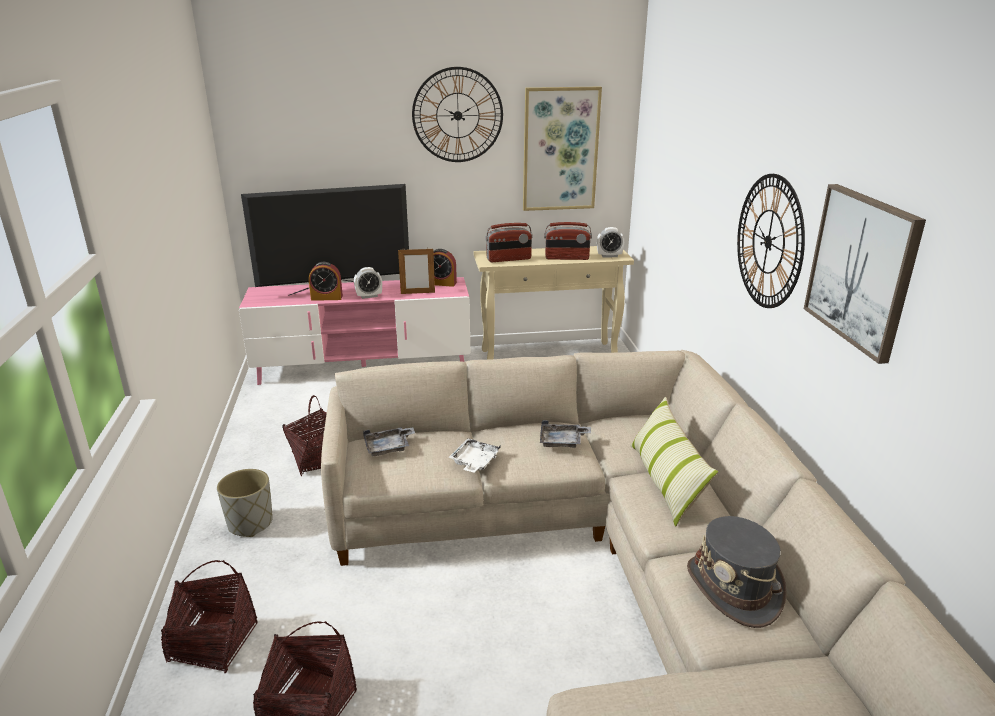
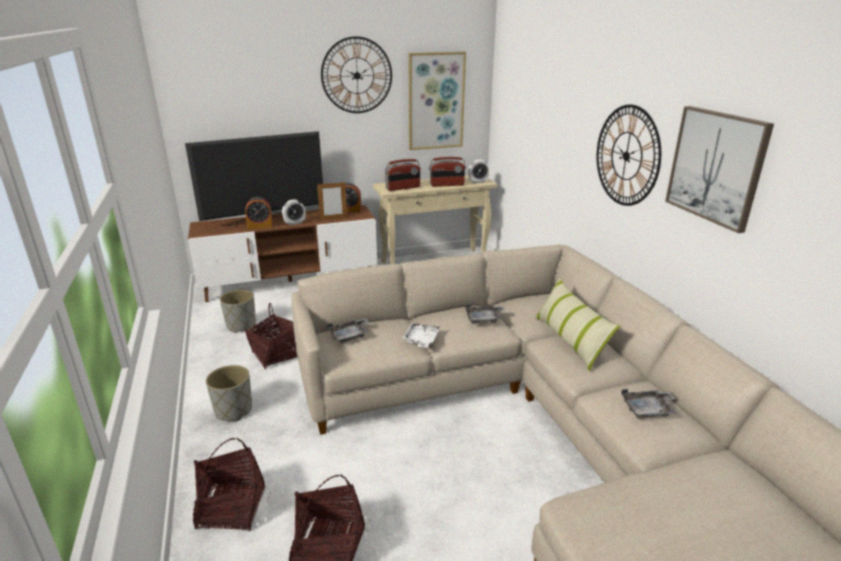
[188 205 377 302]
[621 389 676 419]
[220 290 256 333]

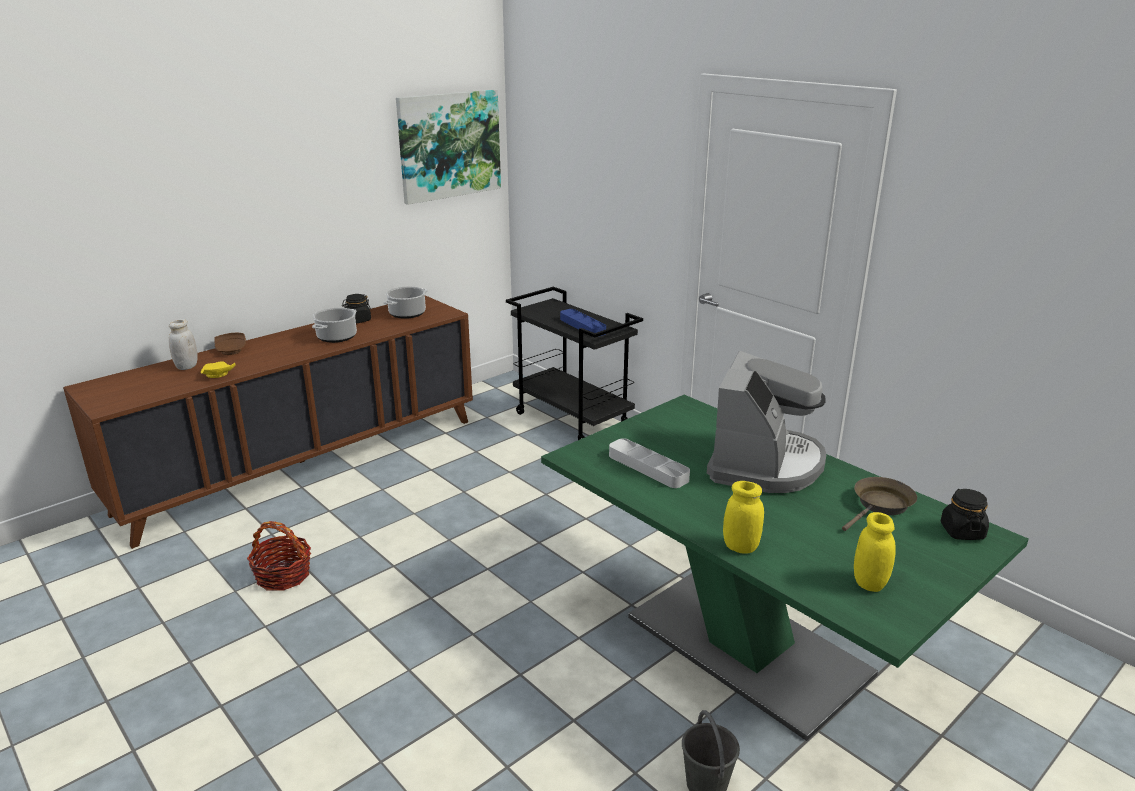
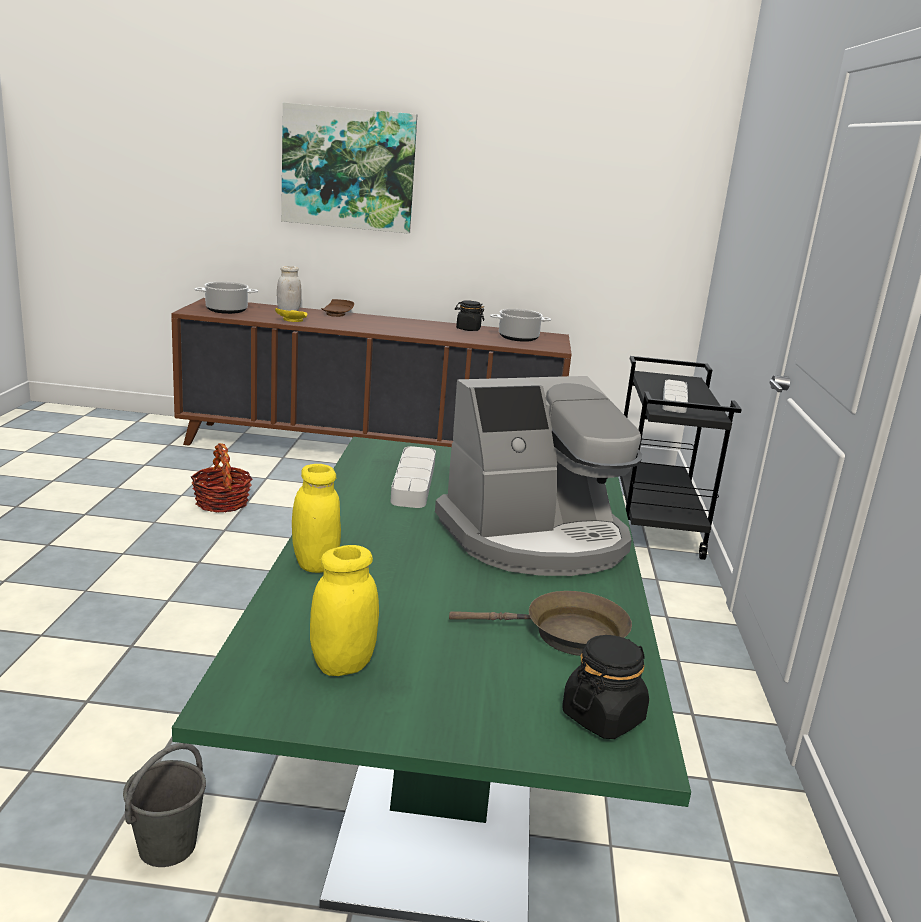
[281 102 417 234]
[194 282 258 314]
[663 380 688 413]

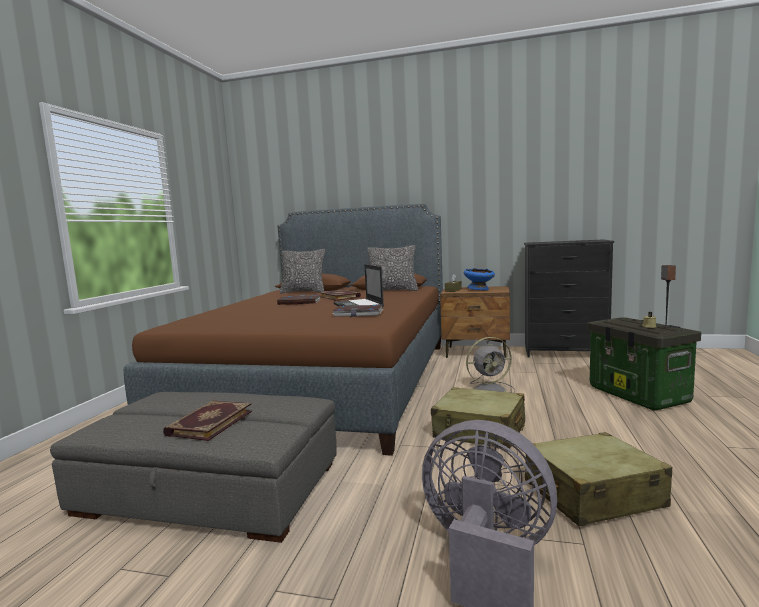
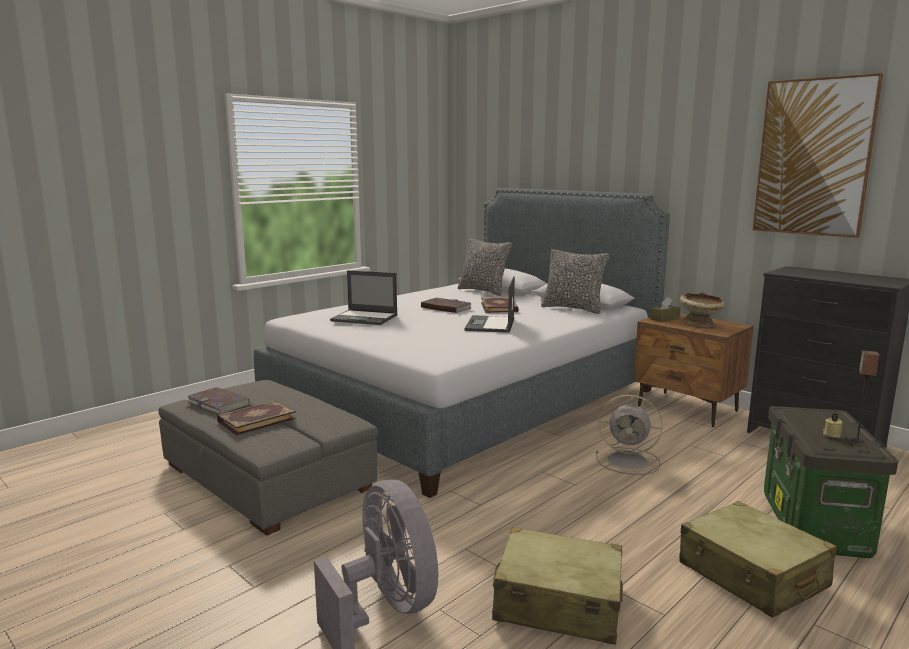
[254 188 670 498]
[680 292 725 327]
[186 387 249 415]
[679 501 836 618]
[752 73 883 238]
[330 270 398 325]

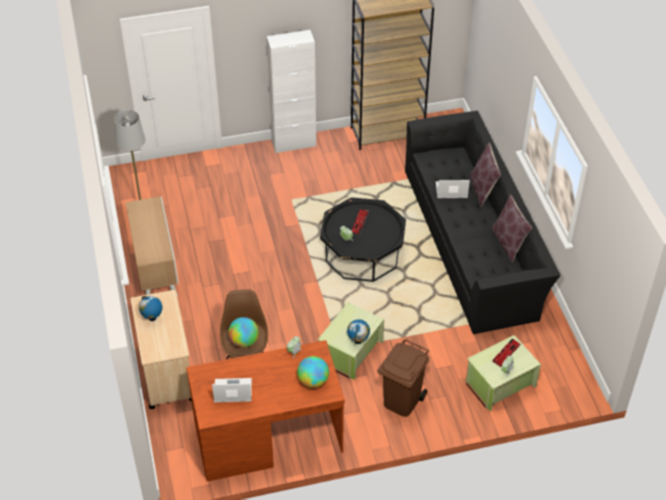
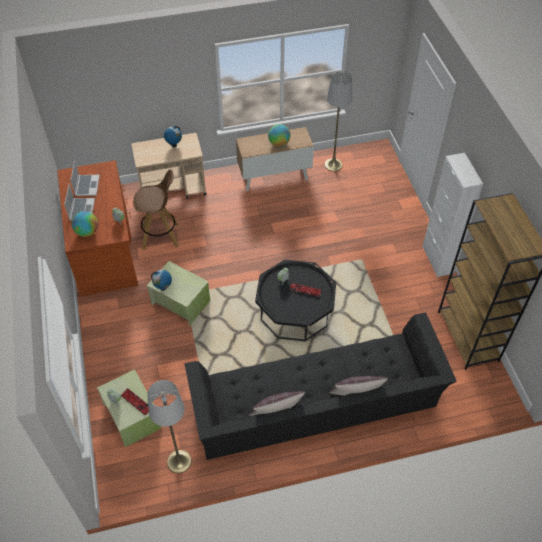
[64 183 95 220]
[268 124 290 147]
[377 339 429 417] (first image)
[147 380 192 473]

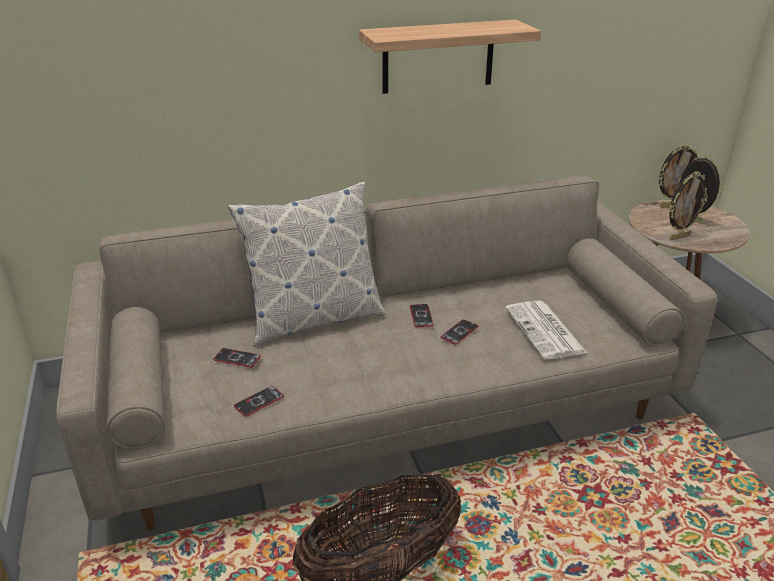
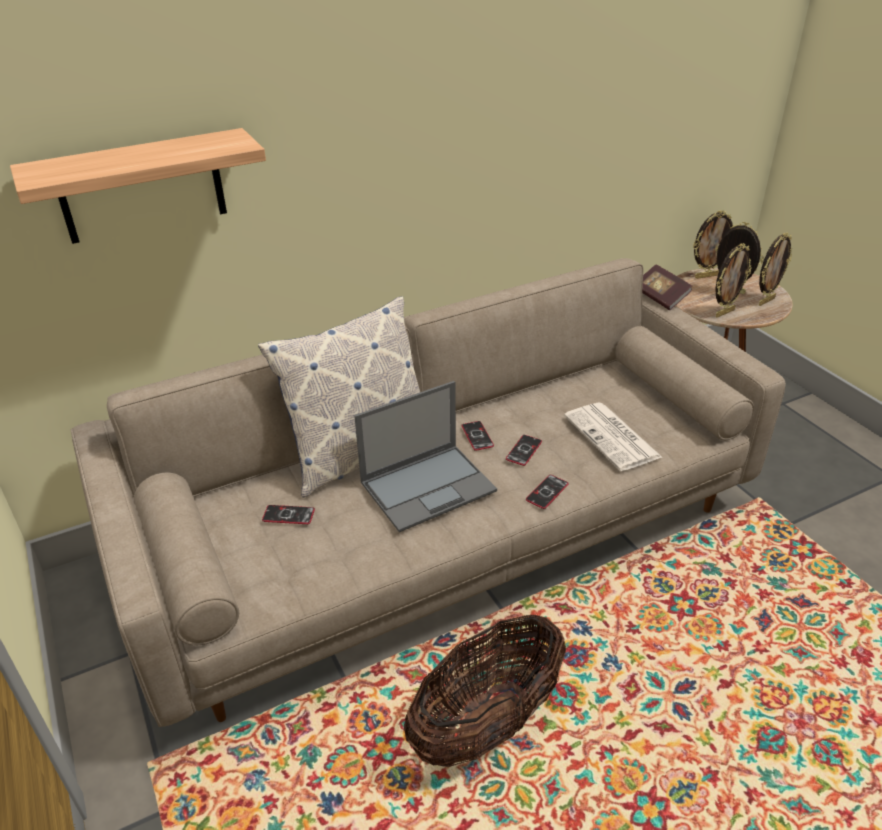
[10 128 266 244]
[526 475 569 509]
[759 233 792 306]
[642 265 693 310]
[354 381 497 532]

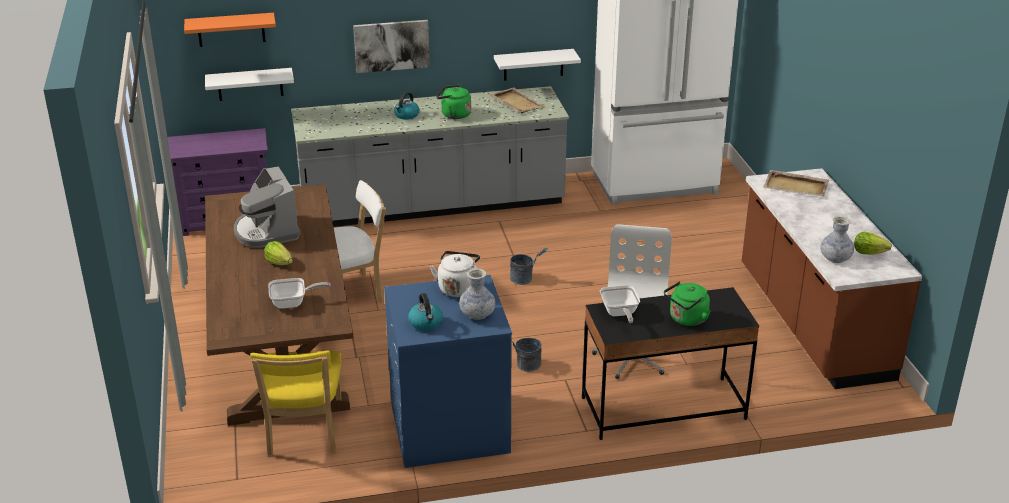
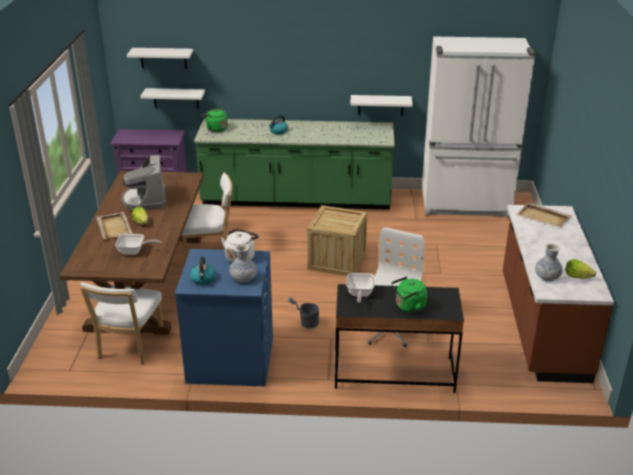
[127 48 193 69]
[353 20 430 73] (first image)
[201 108 228 132]
[194 119 395 210]
[96 212 133 239]
[307 205 368 276]
[80 282 163 364]

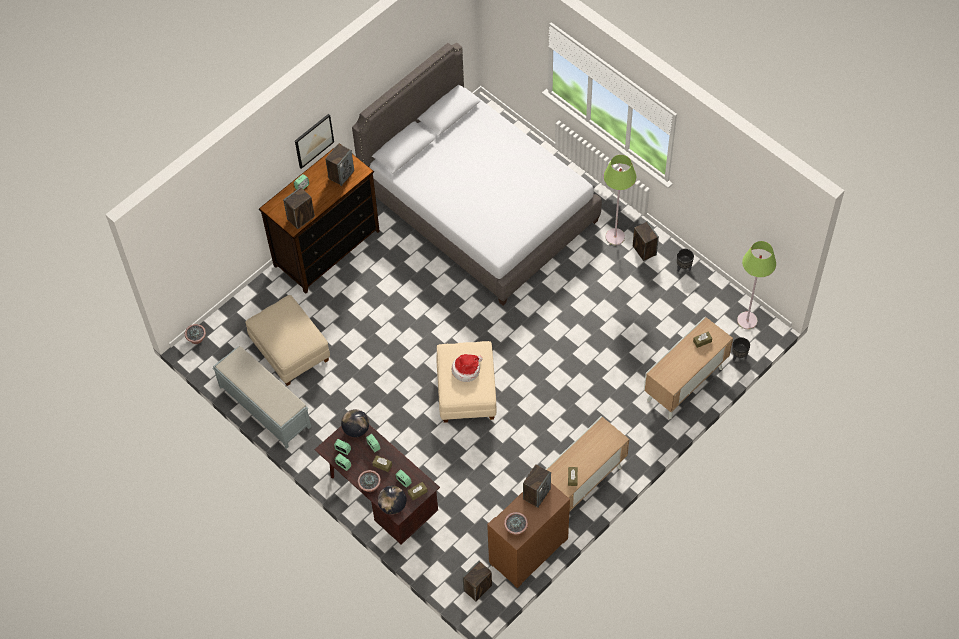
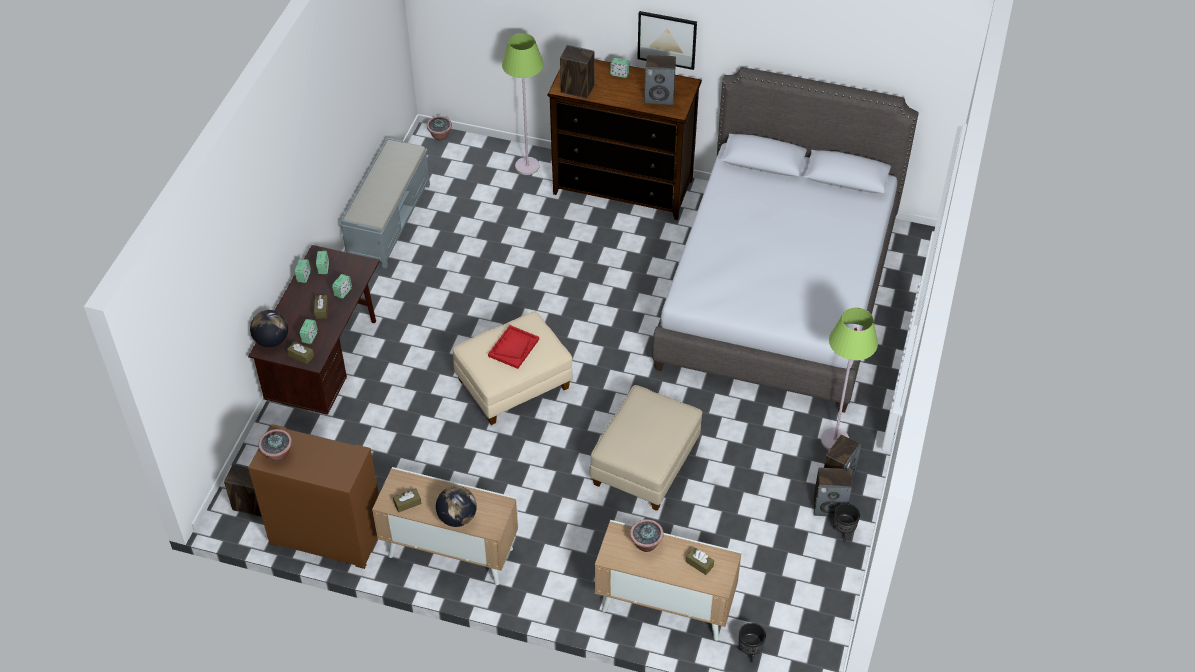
[502 33 544 175]
[589 385 702 511]
[488 325 539 369]
[436 486 477 527]
[813 468 852 517]
[630 519 664 552]

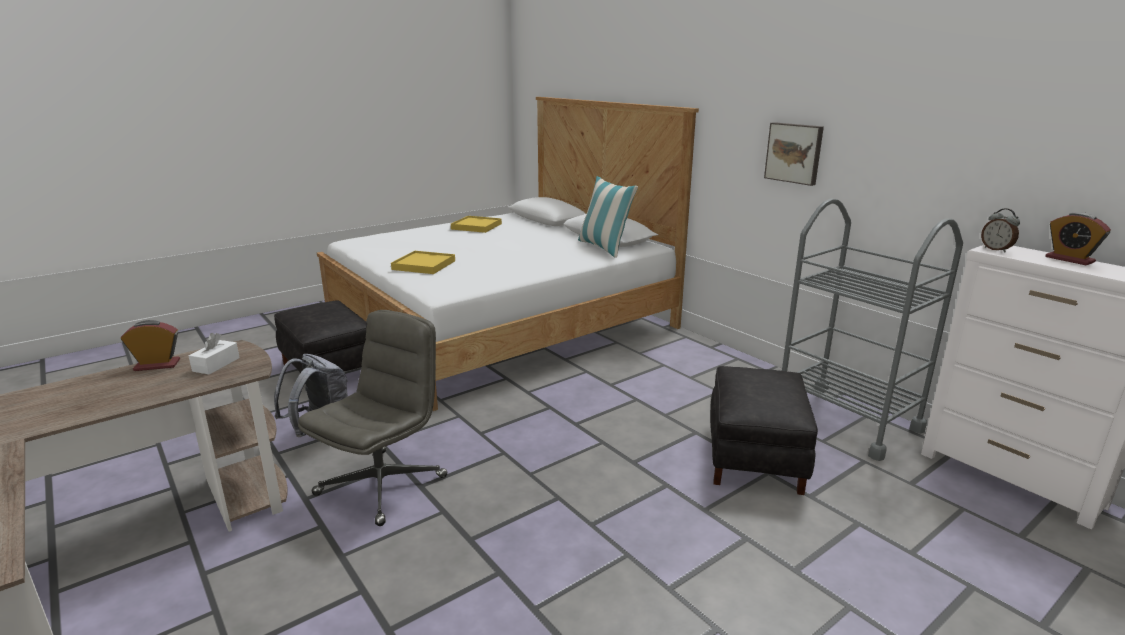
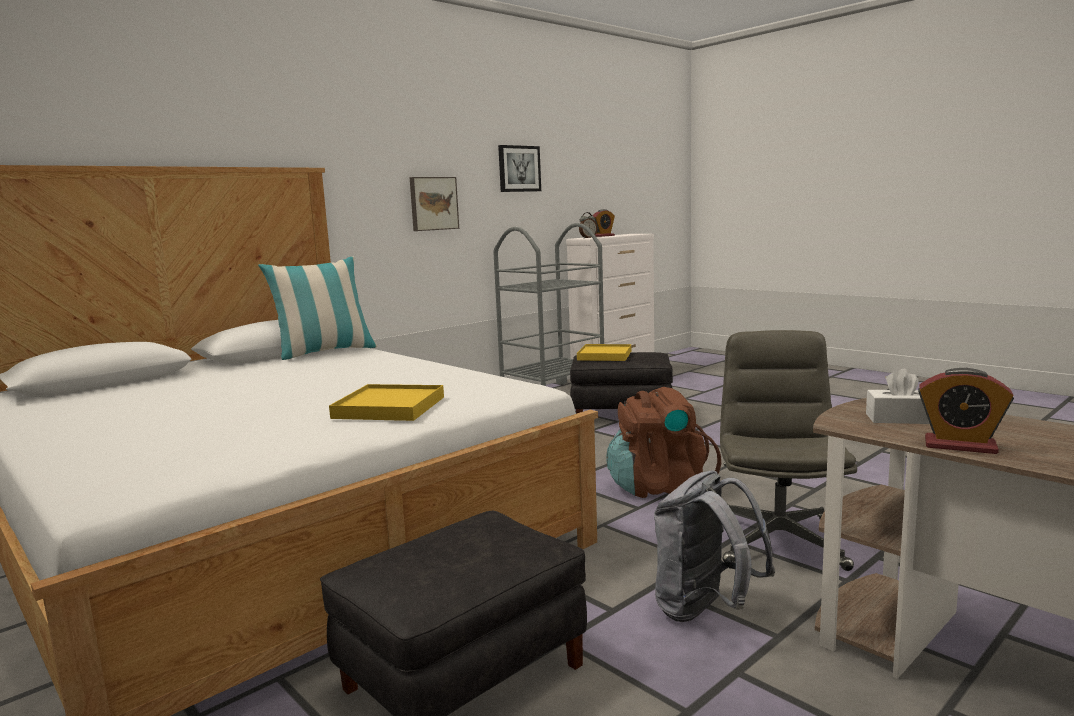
[577 344 631 361]
[720 330 857 571]
[918 368 1014 454]
[498 145 541 192]
[606 387 721 498]

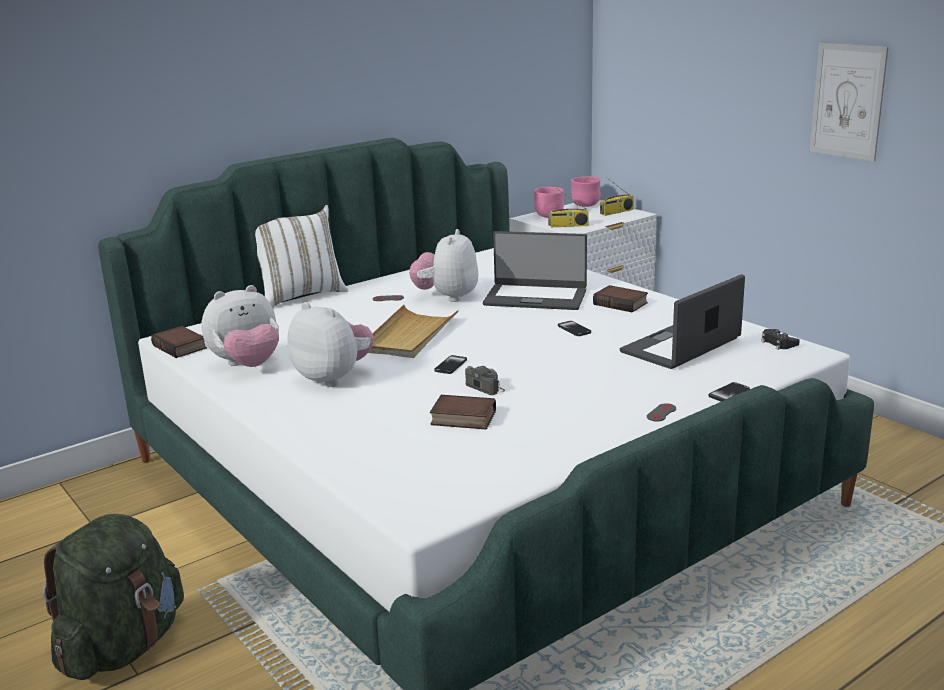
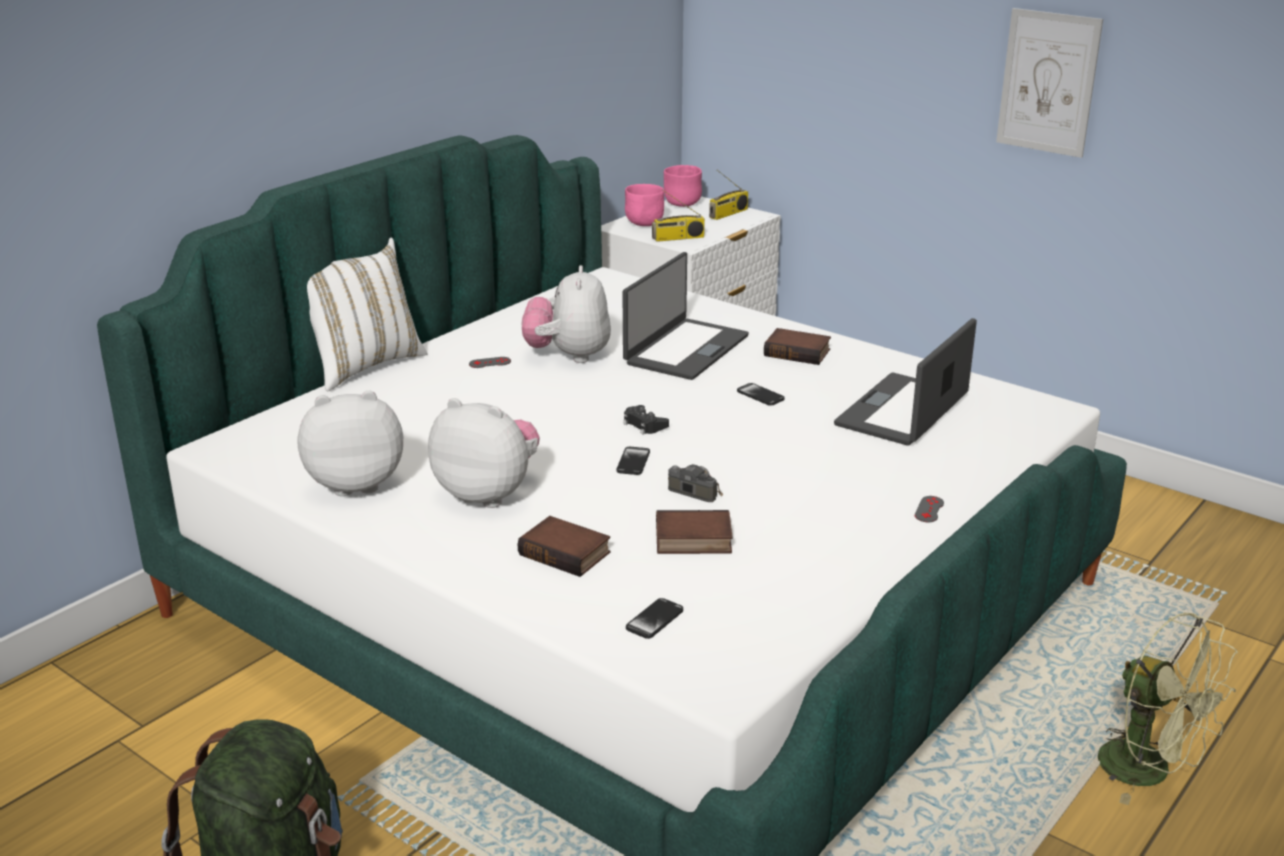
[623 252 749 380]
[297 391 403 496]
[368 305 459 358] (first image)
[518 516 611 577]
[623 405 669 435]
[626 598 683 639]
[1098 613 1238 805]

